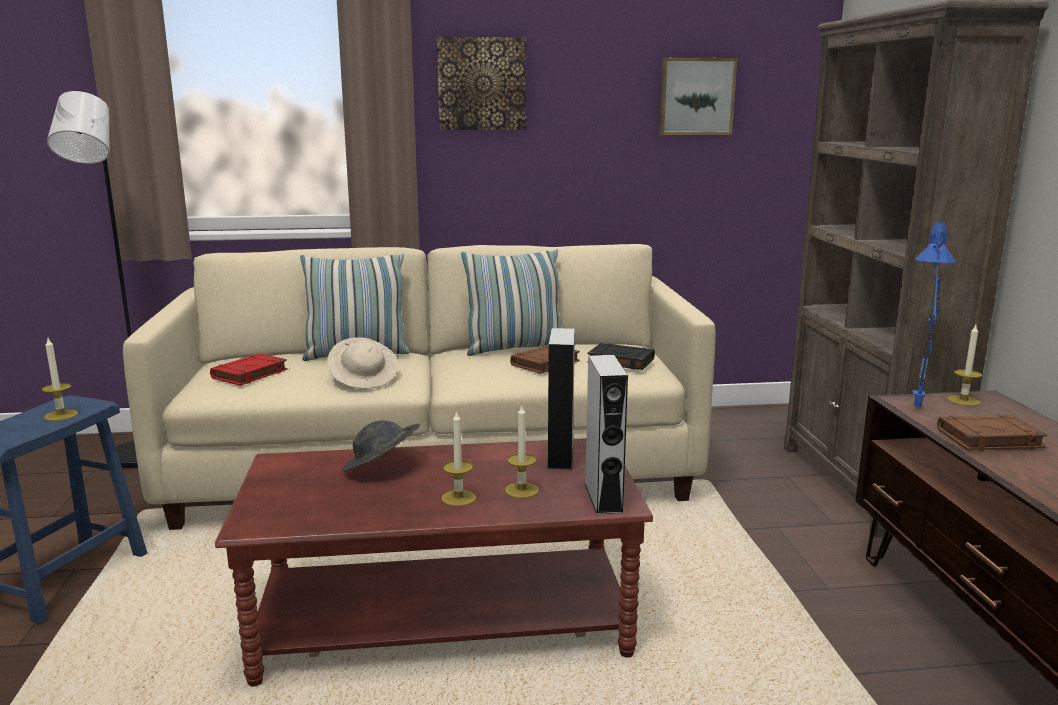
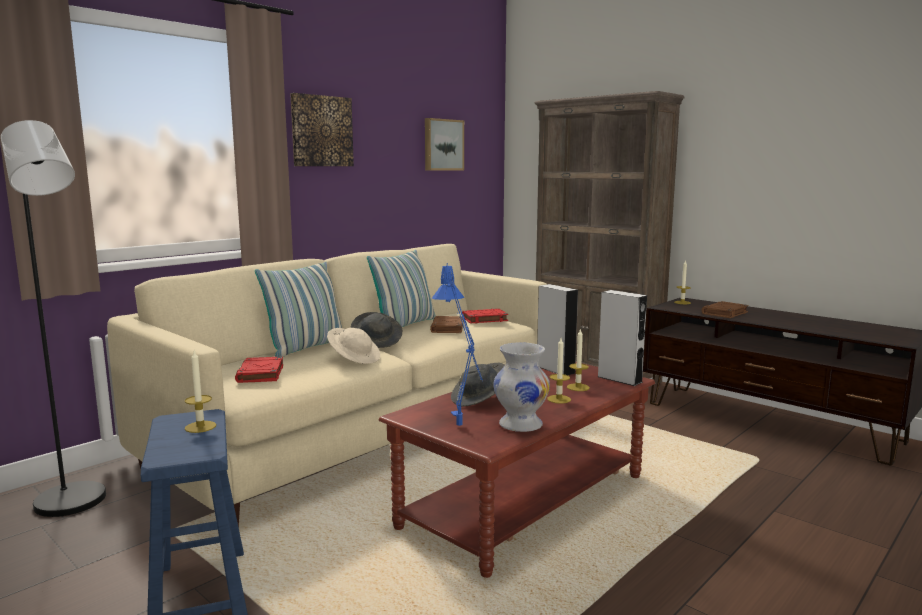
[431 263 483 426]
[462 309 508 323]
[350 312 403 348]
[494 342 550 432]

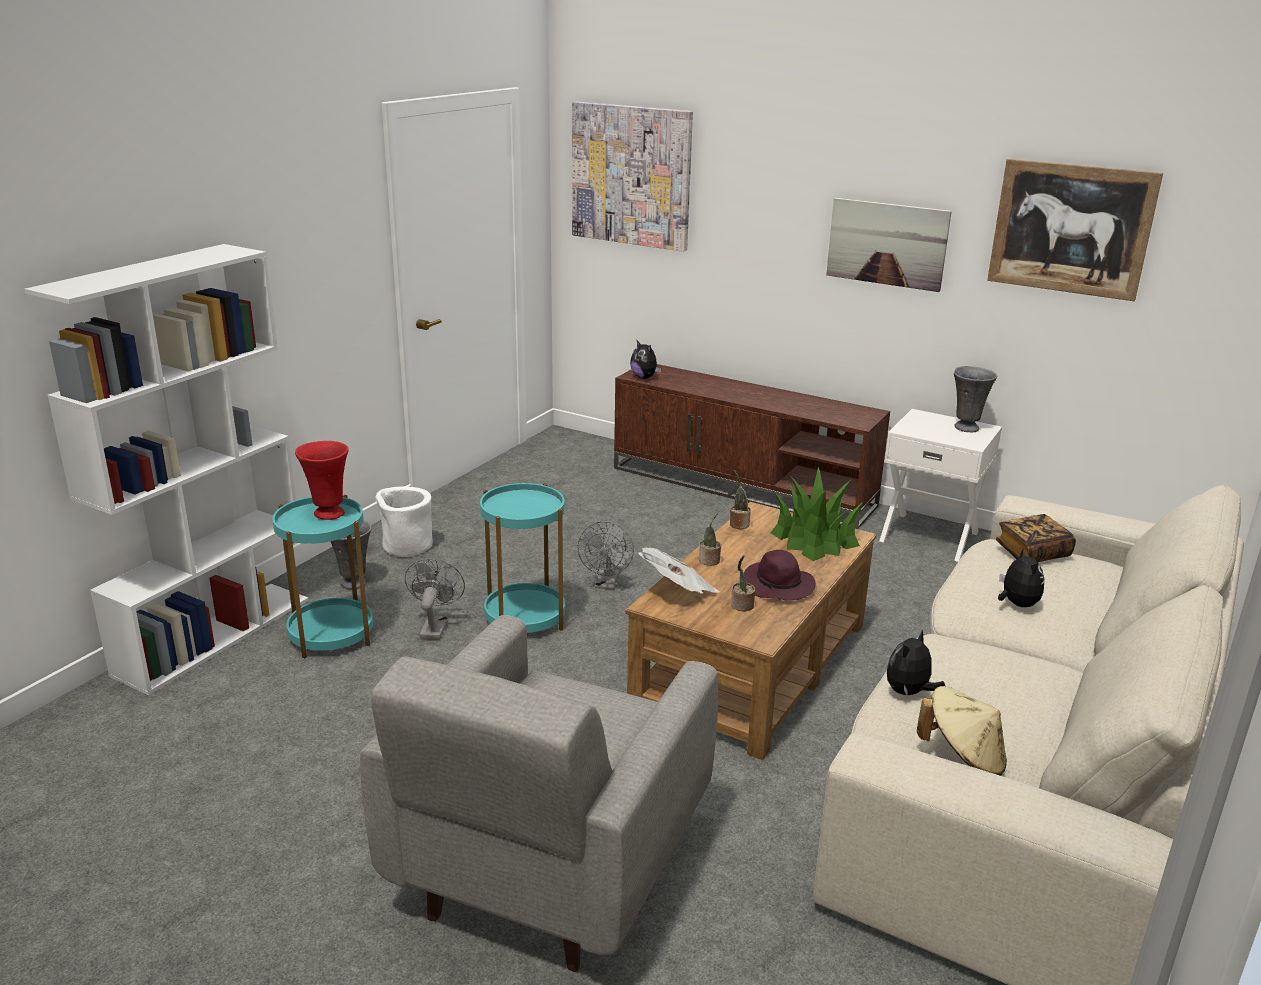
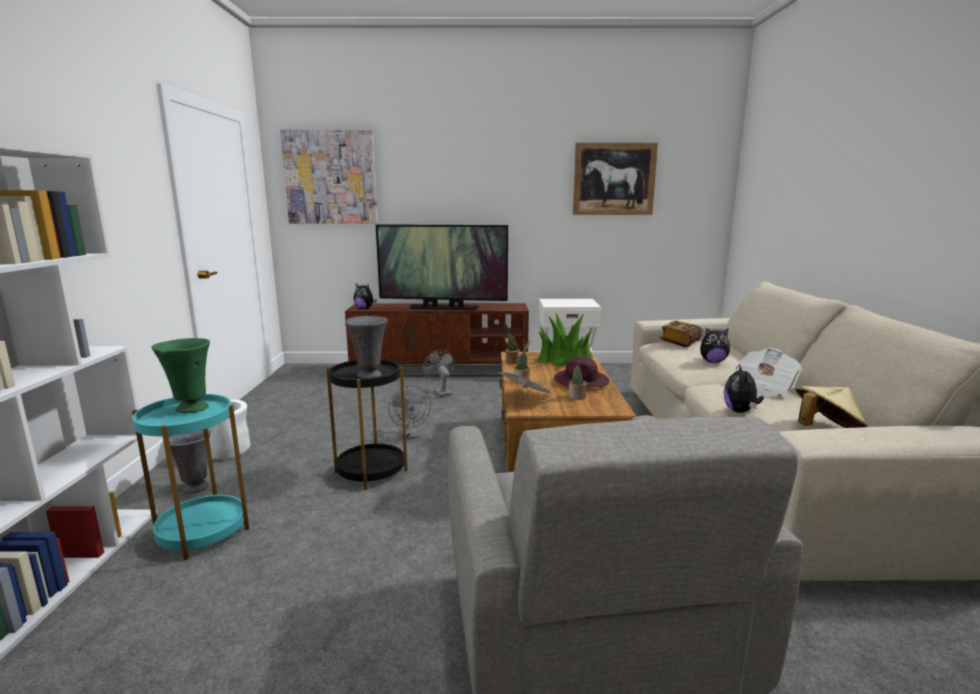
[826 198 952 292] (first image)
[345 316 387 379]
[151 338 210 413]
[327 359 407 490]
[700 328 730 363]
[422 350 455 397]
[376 224 508 310]
[736 348 802 396]

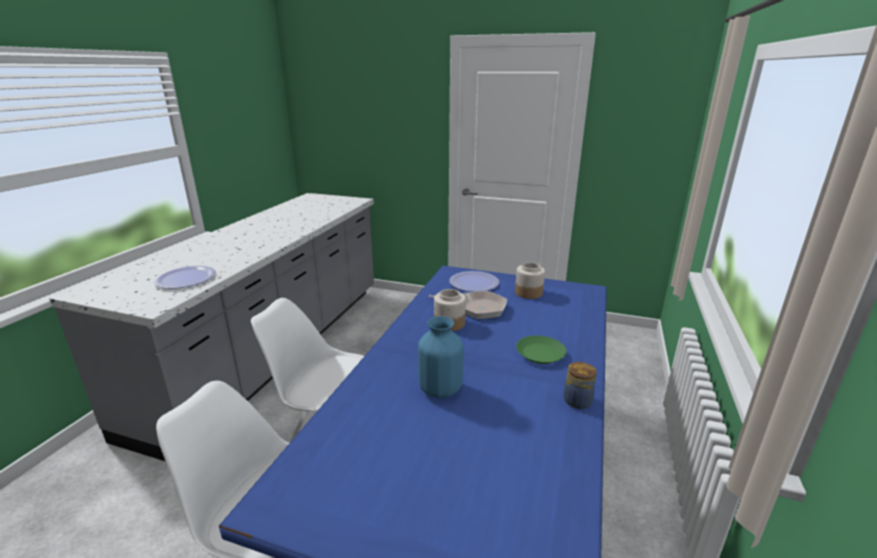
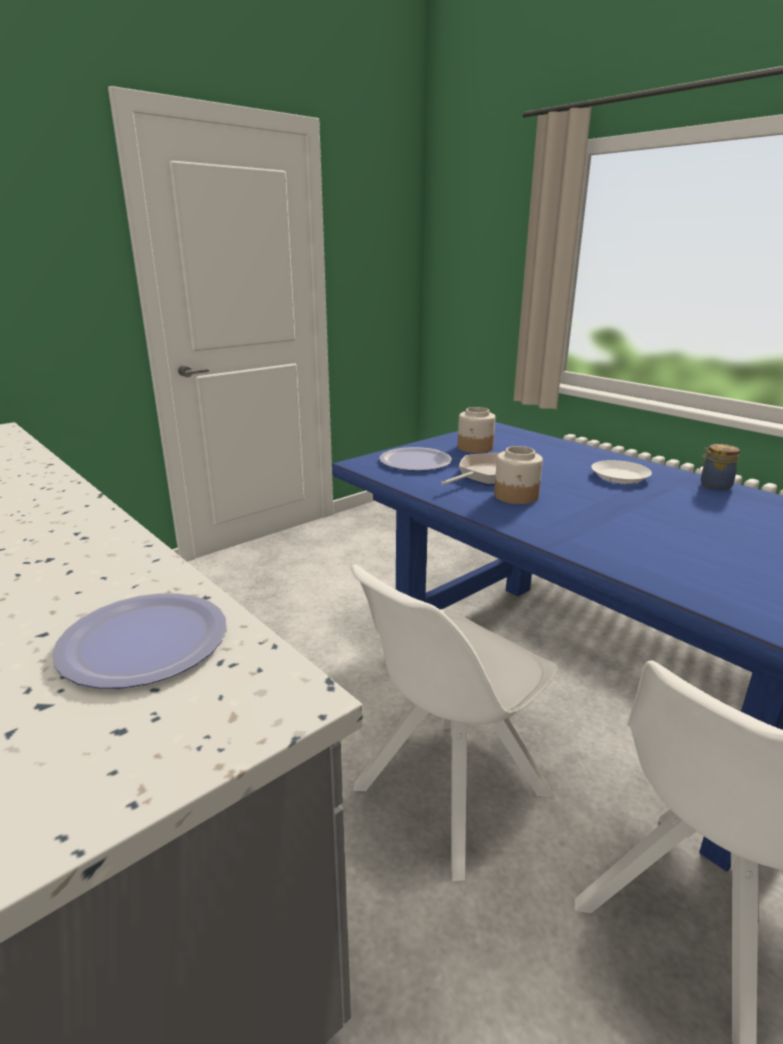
[418 316 464 398] (first image)
[591 460 652 484]

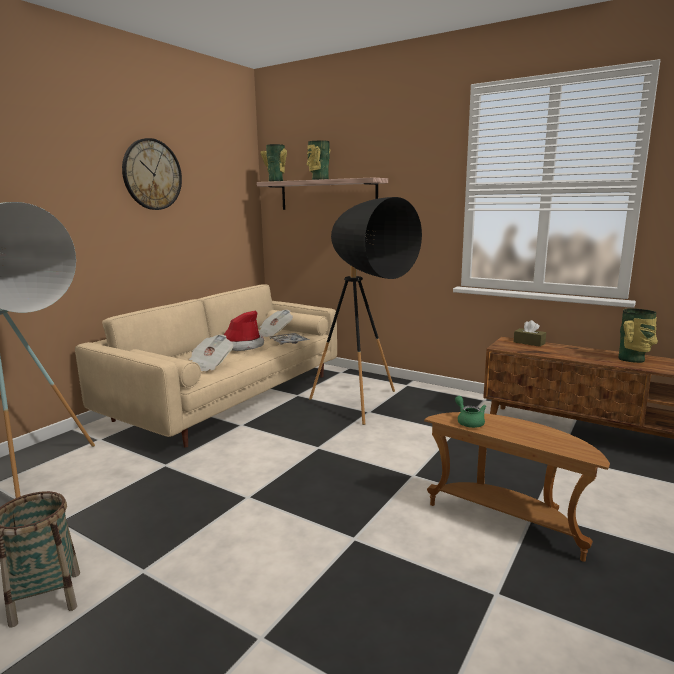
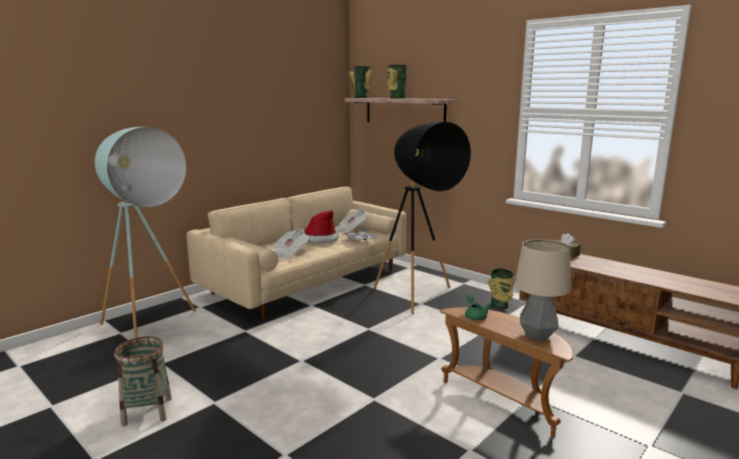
[122 138 182 210] (first image)
[488 268 514 309]
[514 239 571 341]

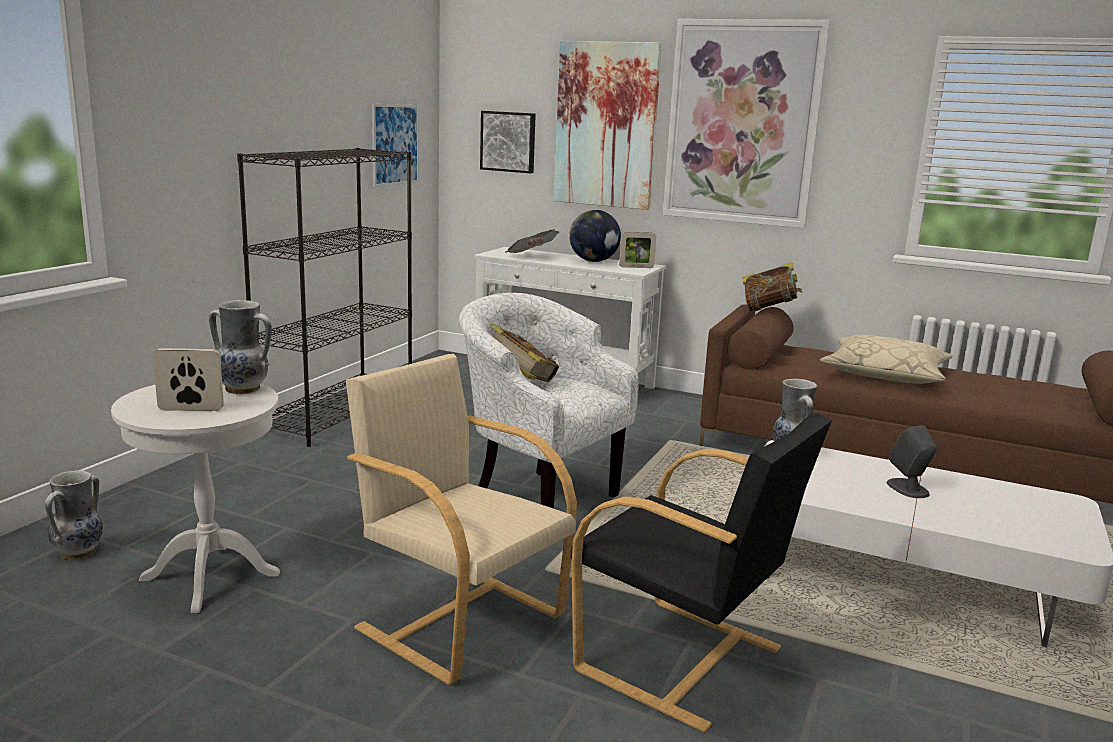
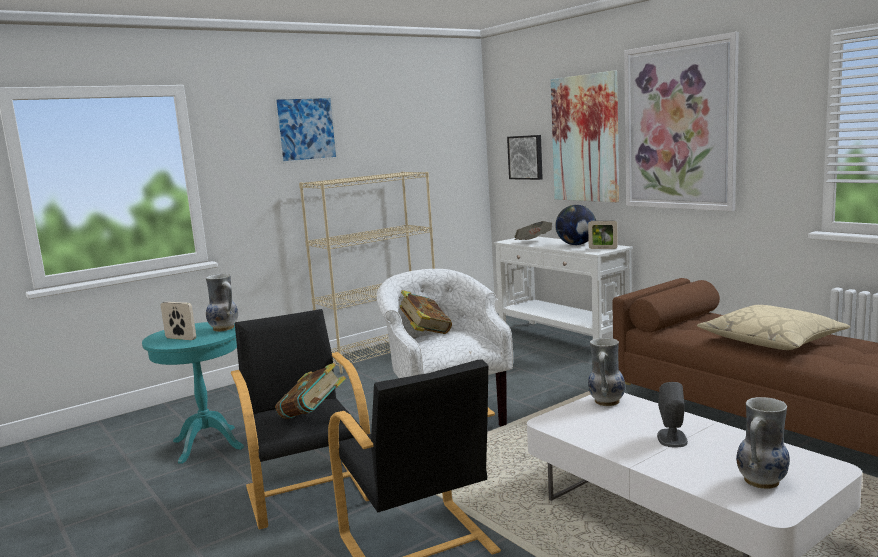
[273 96 338 164]
[299 172 435 374]
[275 363 346 419]
[231 309 370 530]
[142 322 244 464]
[736 397 790 489]

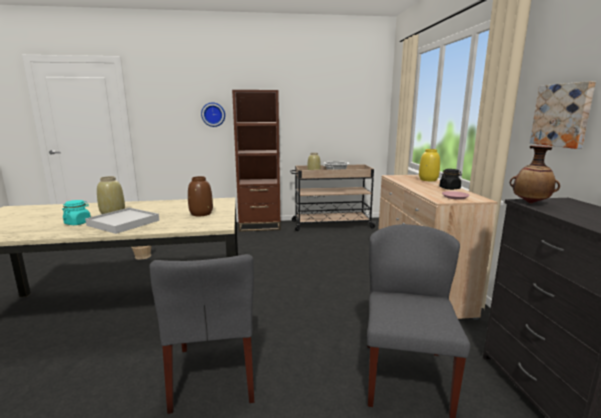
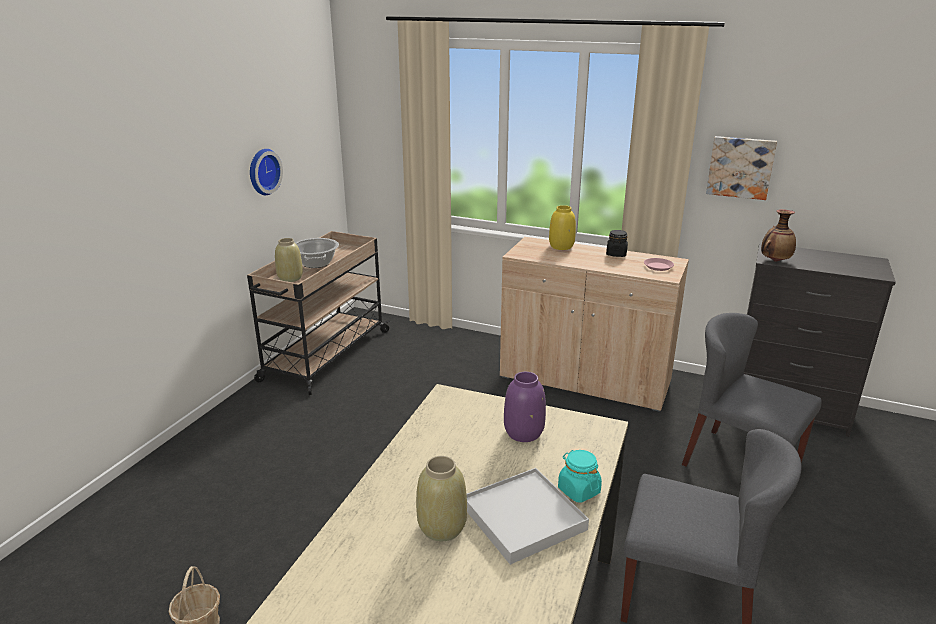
[232 90 281 232] (first image)
[250 149 283 195]
[504 372 546 442]
[558 450 602 503]

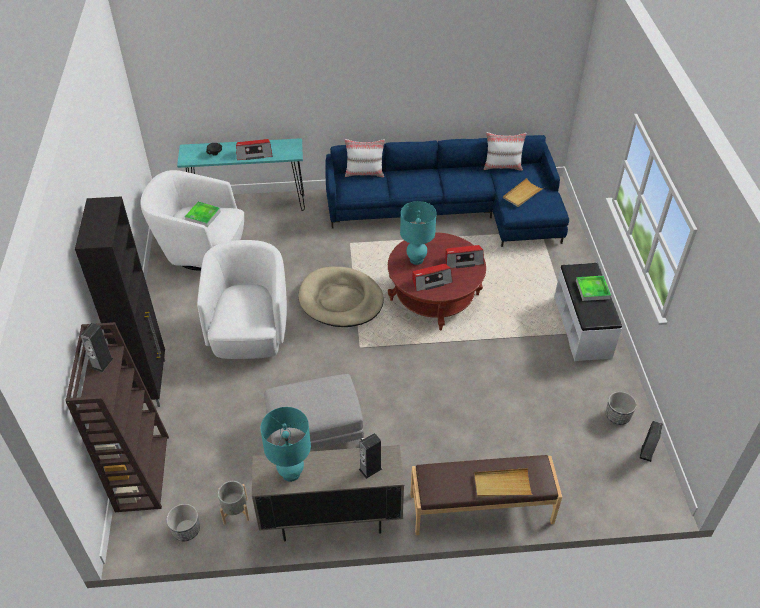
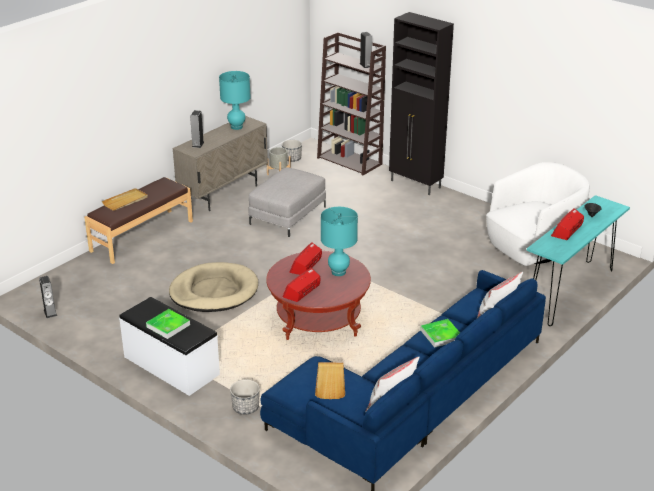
[421 319 460 348]
[197 240 287 359] (first image)
[169 262 258 312]
[230 380 260 414]

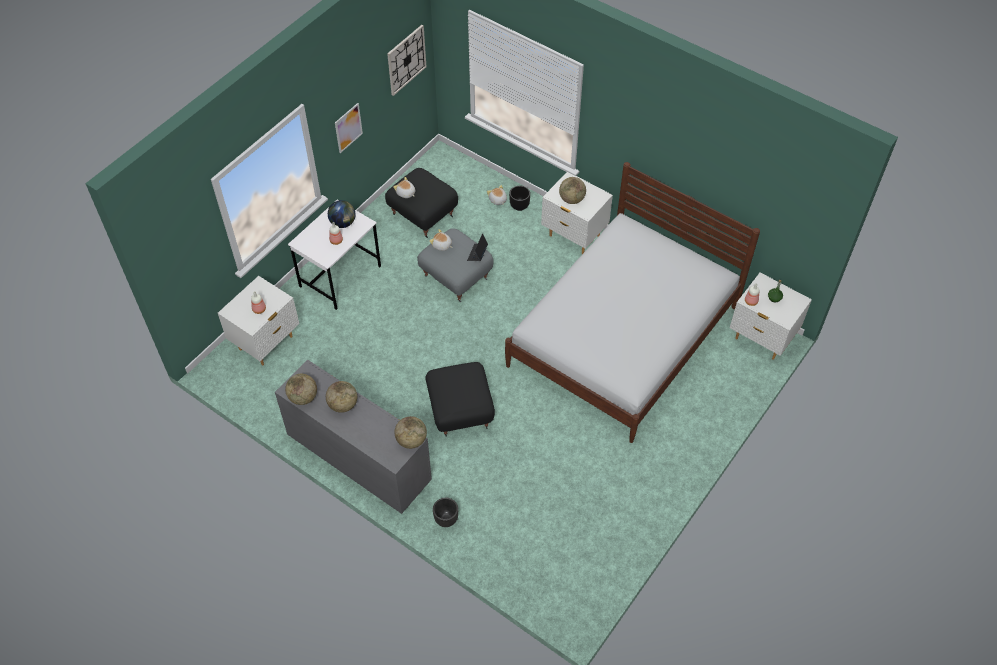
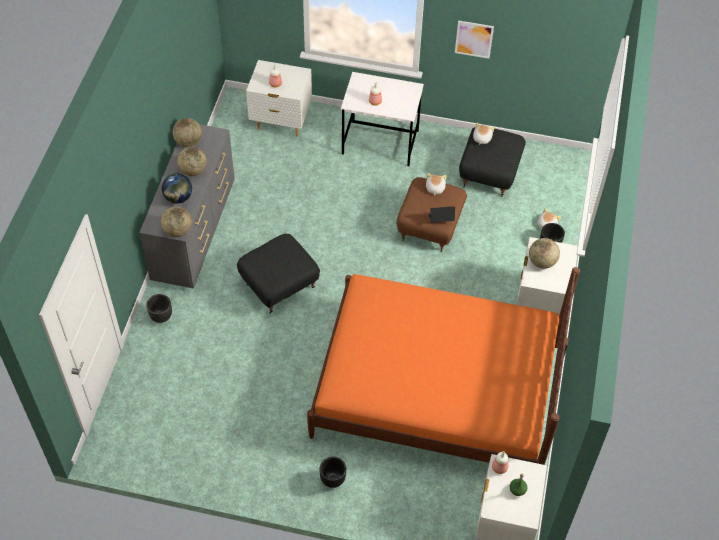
[387 25 426 96] (first image)
[307 267 580 465]
[162 173 192 204]
[397 177 467 252]
[319 457 346 488]

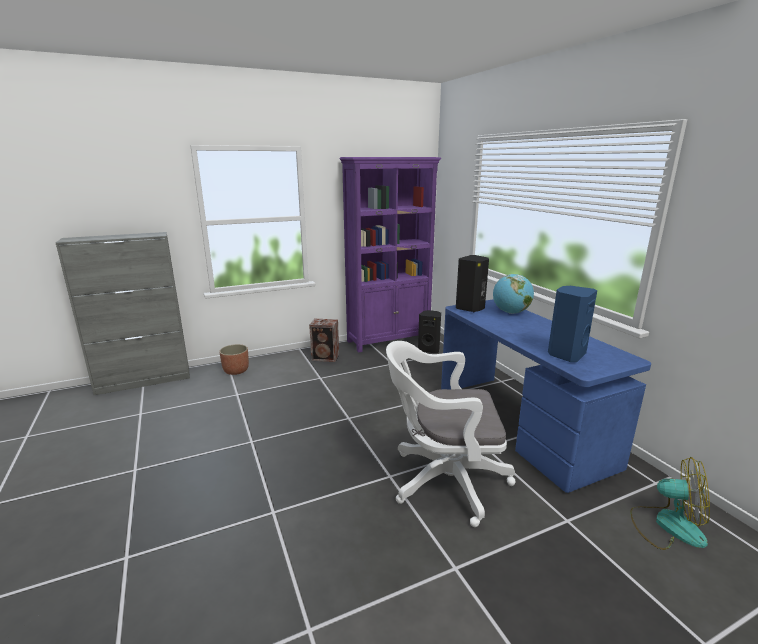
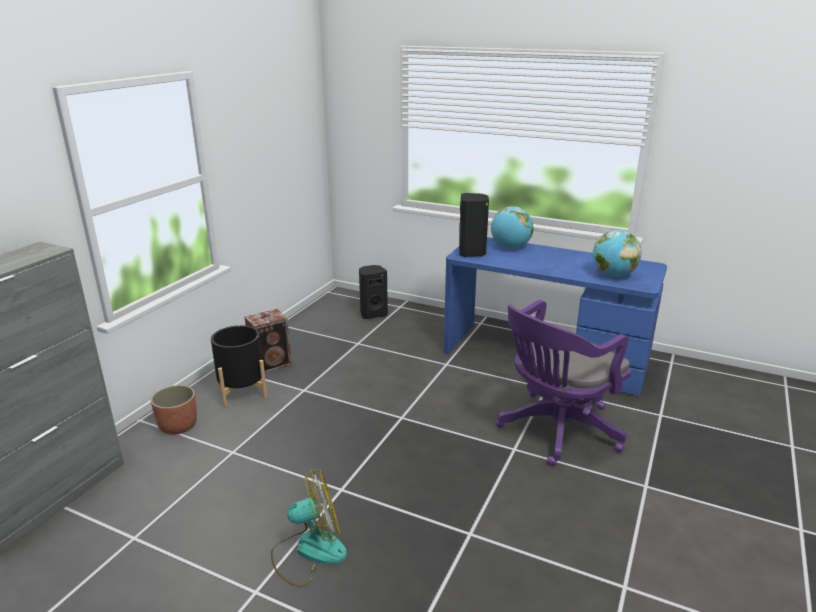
[340 157 441 352] (first image)
[592 230 642 277]
[496 300 631 466]
[271 469 347 587]
[211 325 267 407]

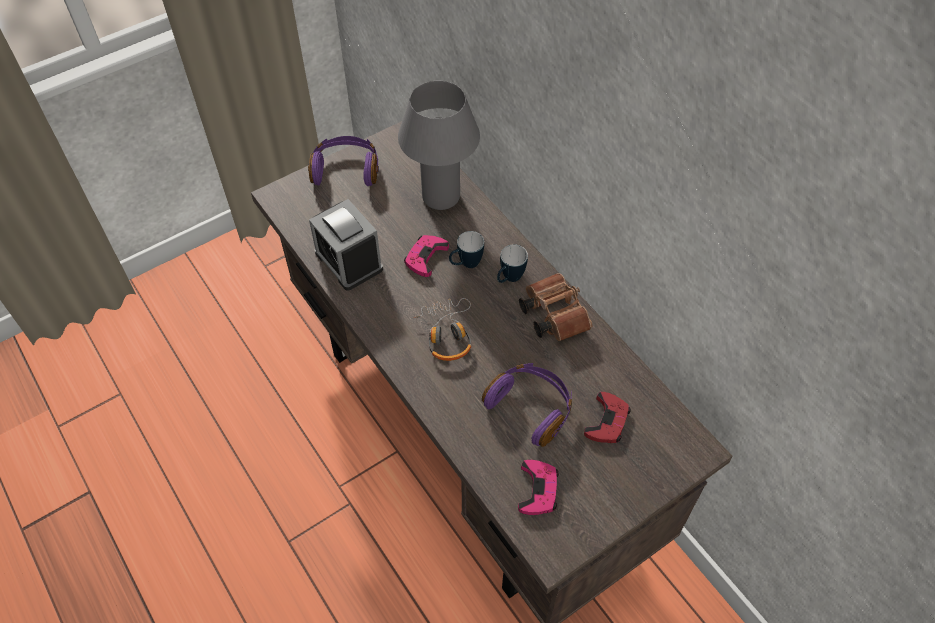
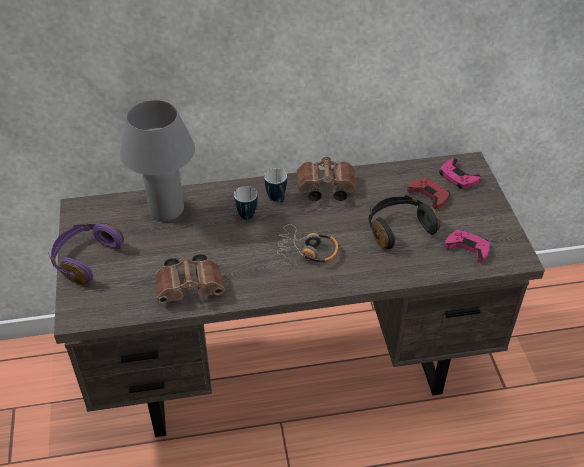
[155 254 225 304]
[439 158 481 189]
[369 195 440 249]

